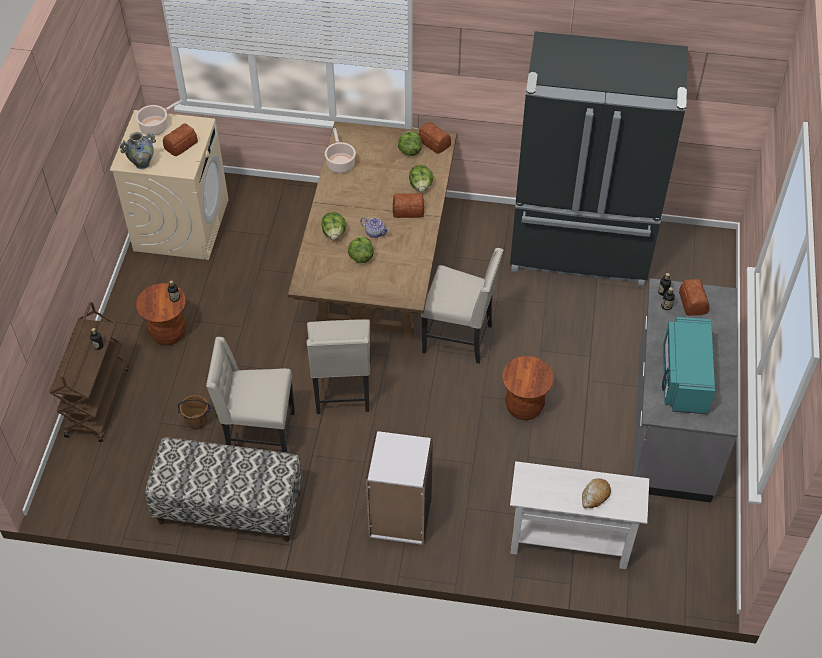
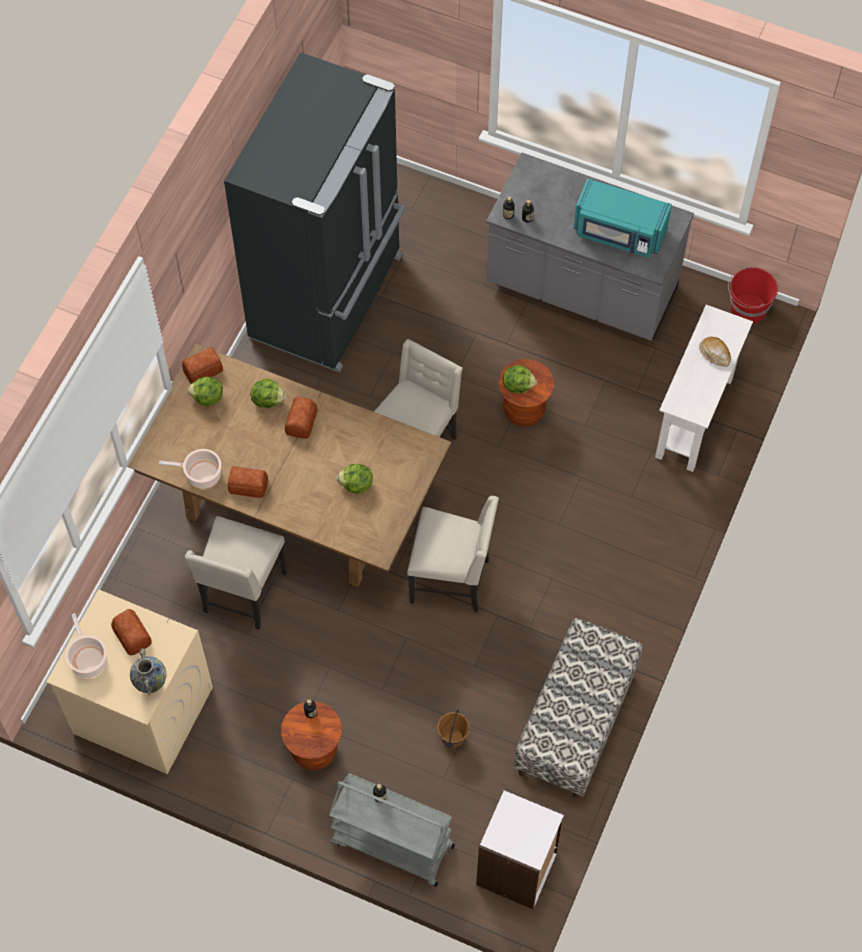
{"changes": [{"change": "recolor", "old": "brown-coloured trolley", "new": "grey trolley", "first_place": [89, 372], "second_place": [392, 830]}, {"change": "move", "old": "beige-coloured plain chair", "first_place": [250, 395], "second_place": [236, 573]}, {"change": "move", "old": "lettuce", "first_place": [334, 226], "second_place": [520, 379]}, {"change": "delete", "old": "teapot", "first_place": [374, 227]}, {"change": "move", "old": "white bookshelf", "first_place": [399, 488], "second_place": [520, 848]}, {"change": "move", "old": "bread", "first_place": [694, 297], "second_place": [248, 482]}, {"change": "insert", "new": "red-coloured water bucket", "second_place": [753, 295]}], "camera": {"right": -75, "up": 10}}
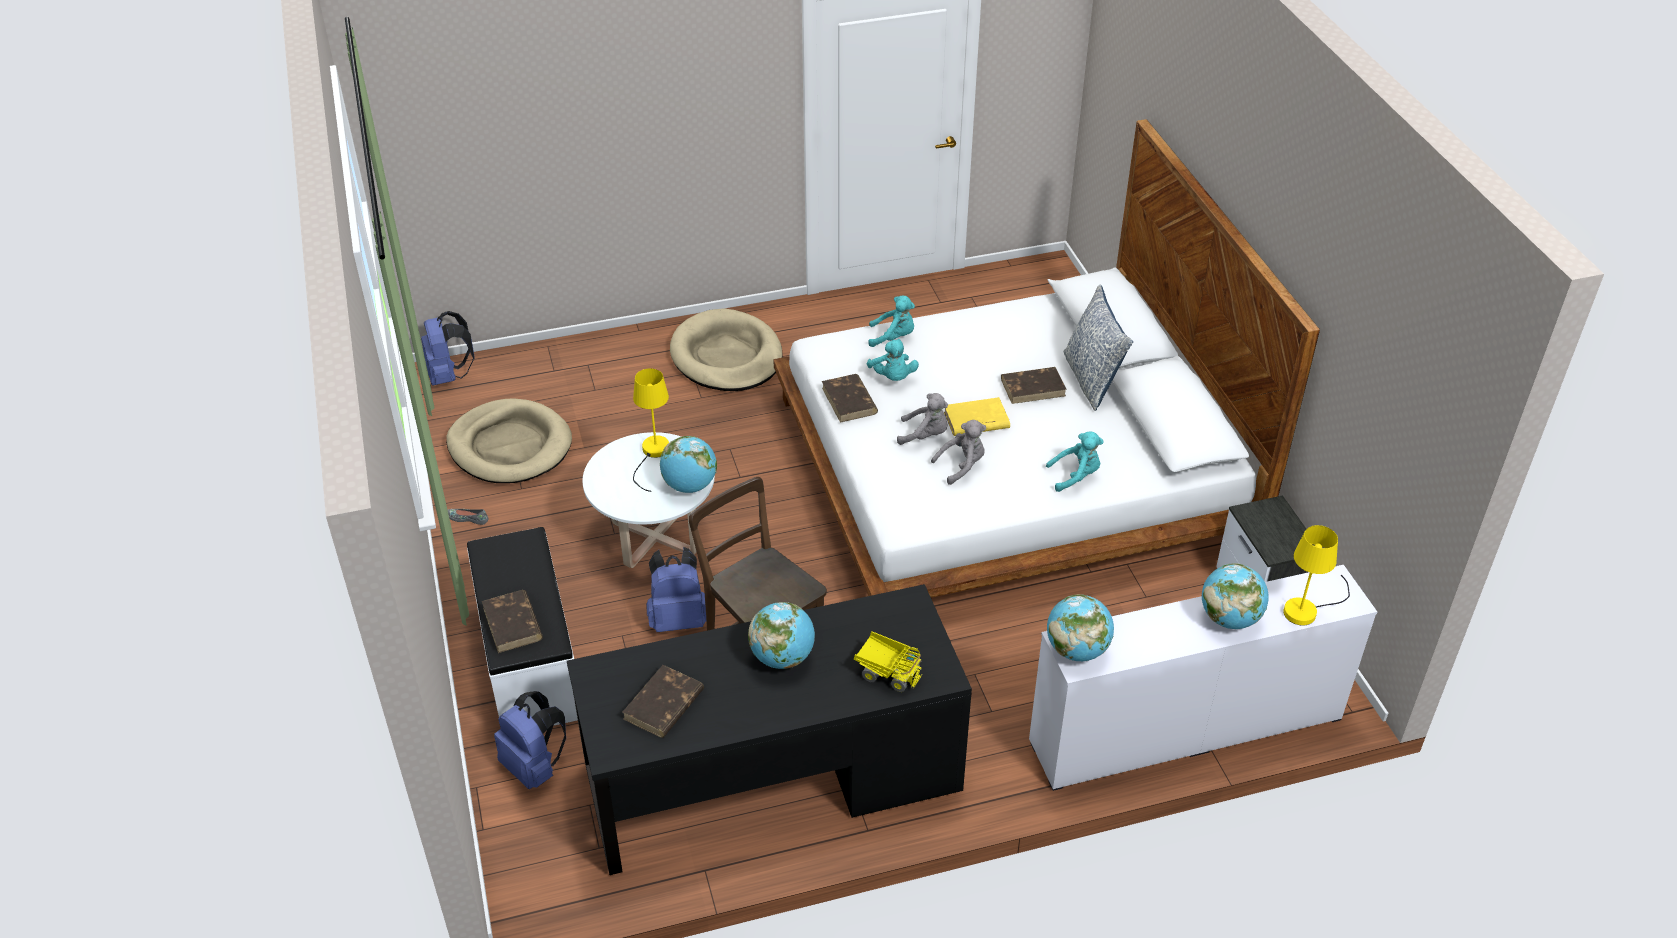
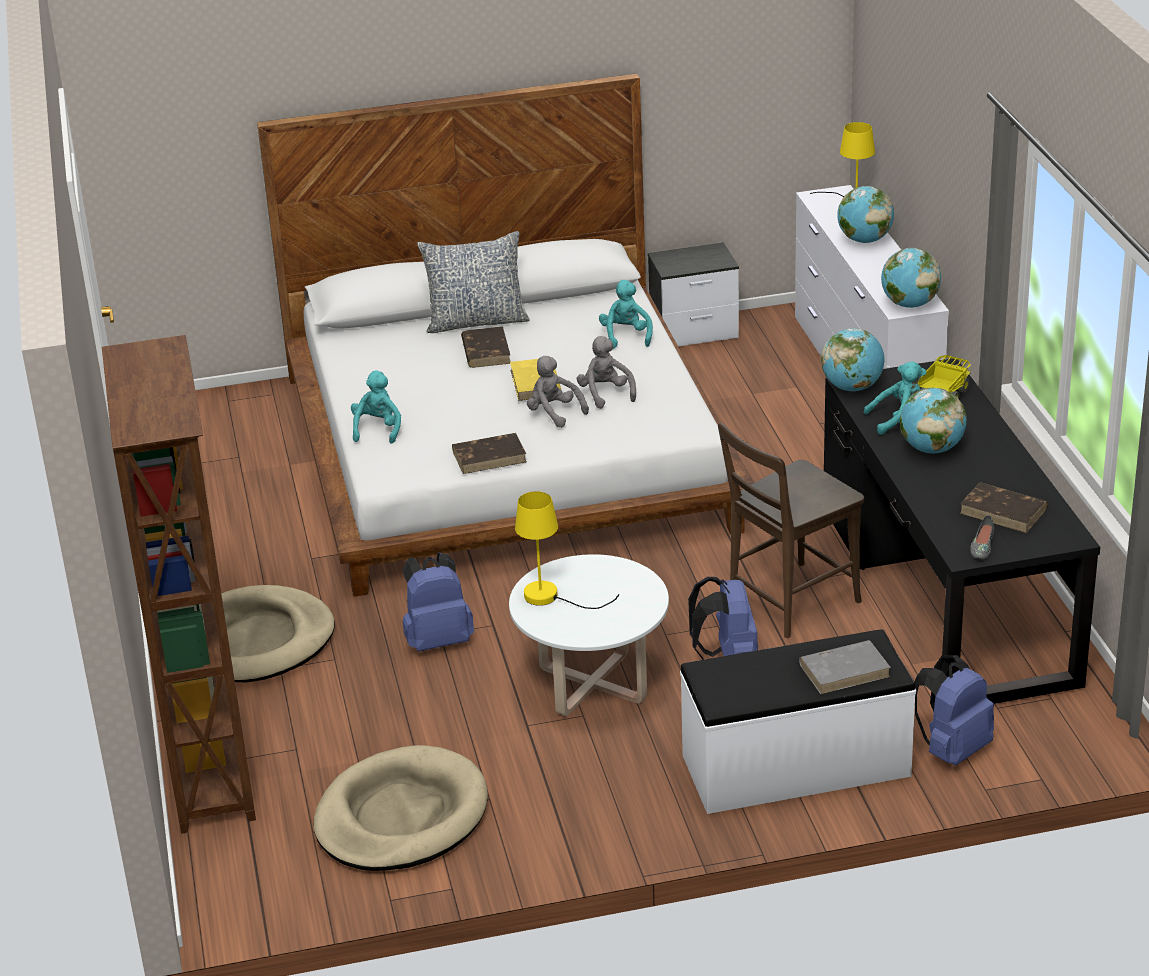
{"changes": [{"change": "move", "old": "blue-coloured backpack", "first_place": [448, 348], "second_place": [438, 601]}, {"change": "move", "old": "grey low shoe", "first_place": [468, 517], "second_place": [982, 537]}, {"change": "recolor", "old": "brown-coloured bound book", "new": "grey bound book", "first_place": [512, 621], "second_place": [845, 667]}, {"change": "move", "old": "world globe", "first_place": [688, 464], "second_place": [853, 359]}, {"change": "move", "old": "turquoise-coloured plush toy", "first_place": [893, 360], "second_place": [895, 398]}, {"change": "rotate", "old": "grey plush toy", "first_place": [922, 419], "second_place": [558, 392], "degrees": -60}, {"change": "insert", "new": "brown-coloured bookshelf", "second_place": [179, 584]}], "camera": {"right": -85, "up": -10}}
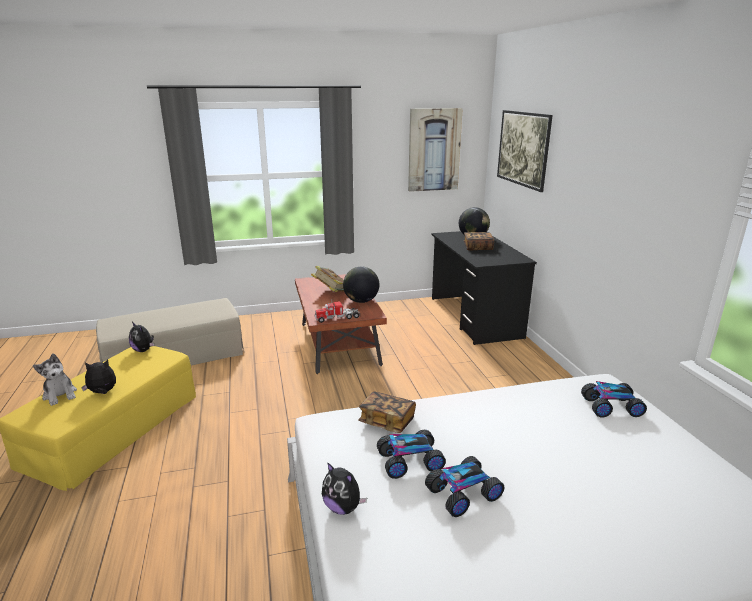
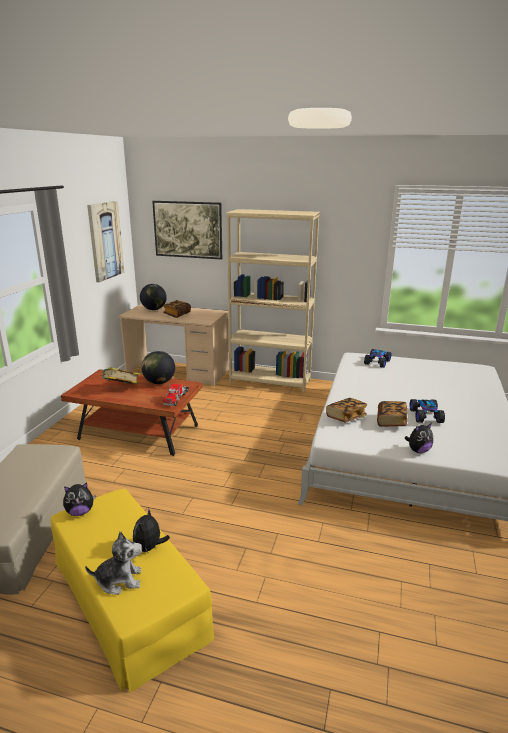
{"changes": [{"change": "replace", "old": "miniature car", "new": "bound book", "first_place": [411, 454], "second_place": [392, 414]}, {"change": "recolor", "old": "black-coloured desk", "new": "beige-coloured desk", "first_place": [484, 288], "second_place": [173, 345]}, {"change": "insert", "new": "beige-coloured bookshelf", "second_place": [273, 301]}], "camera": {"right": -60, "up": 0}}
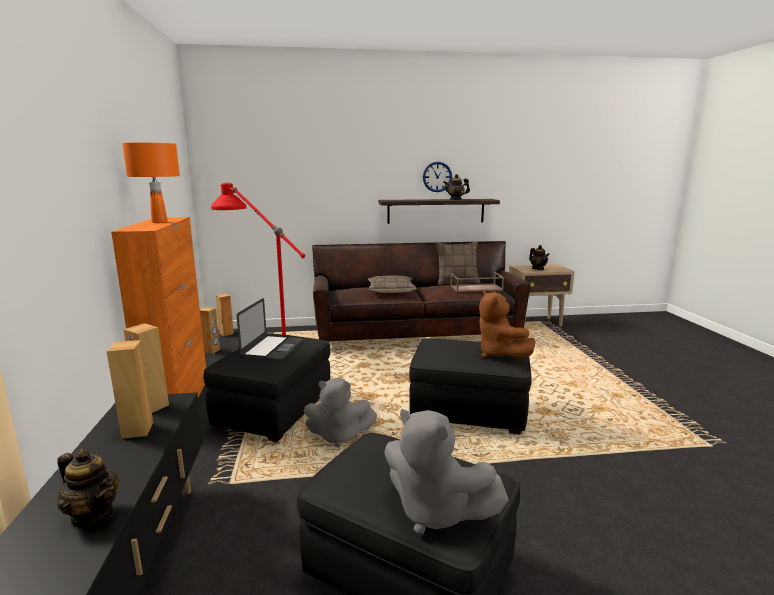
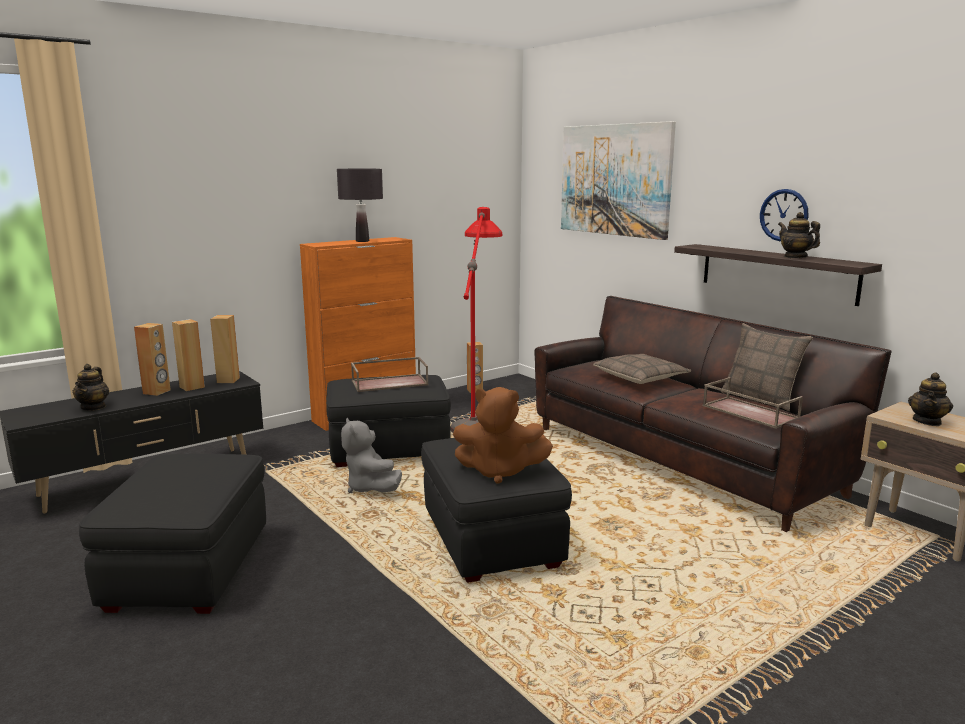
{"changes": [{"change": "recolor", "old": "orange table lamp", "new": "black-coloured table lamp", "first_place": [151, 182], "second_place": [360, 205]}, {"change": "move", "old": "brown-coloured speaker", "first_place": [225, 315], "second_place": [152, 359]}, {"change": "replace", "old": "laptop", "new": "brown-coloured serving tray", "first_place": [270, 329], "second_place": [390, 374]}, {"change": "delete", "old": "grey plush toy", "first_place": [446, 471]}, {"change": "rotate", "old": "brown-coloured plush toy", "first_place": [507, 324], "second_place": [503, 435], "degrees": -120}, {"change": "insert", "new": "picture", "second_place": [618, 180]}], "camera": {"right": 60, "up": 0}}
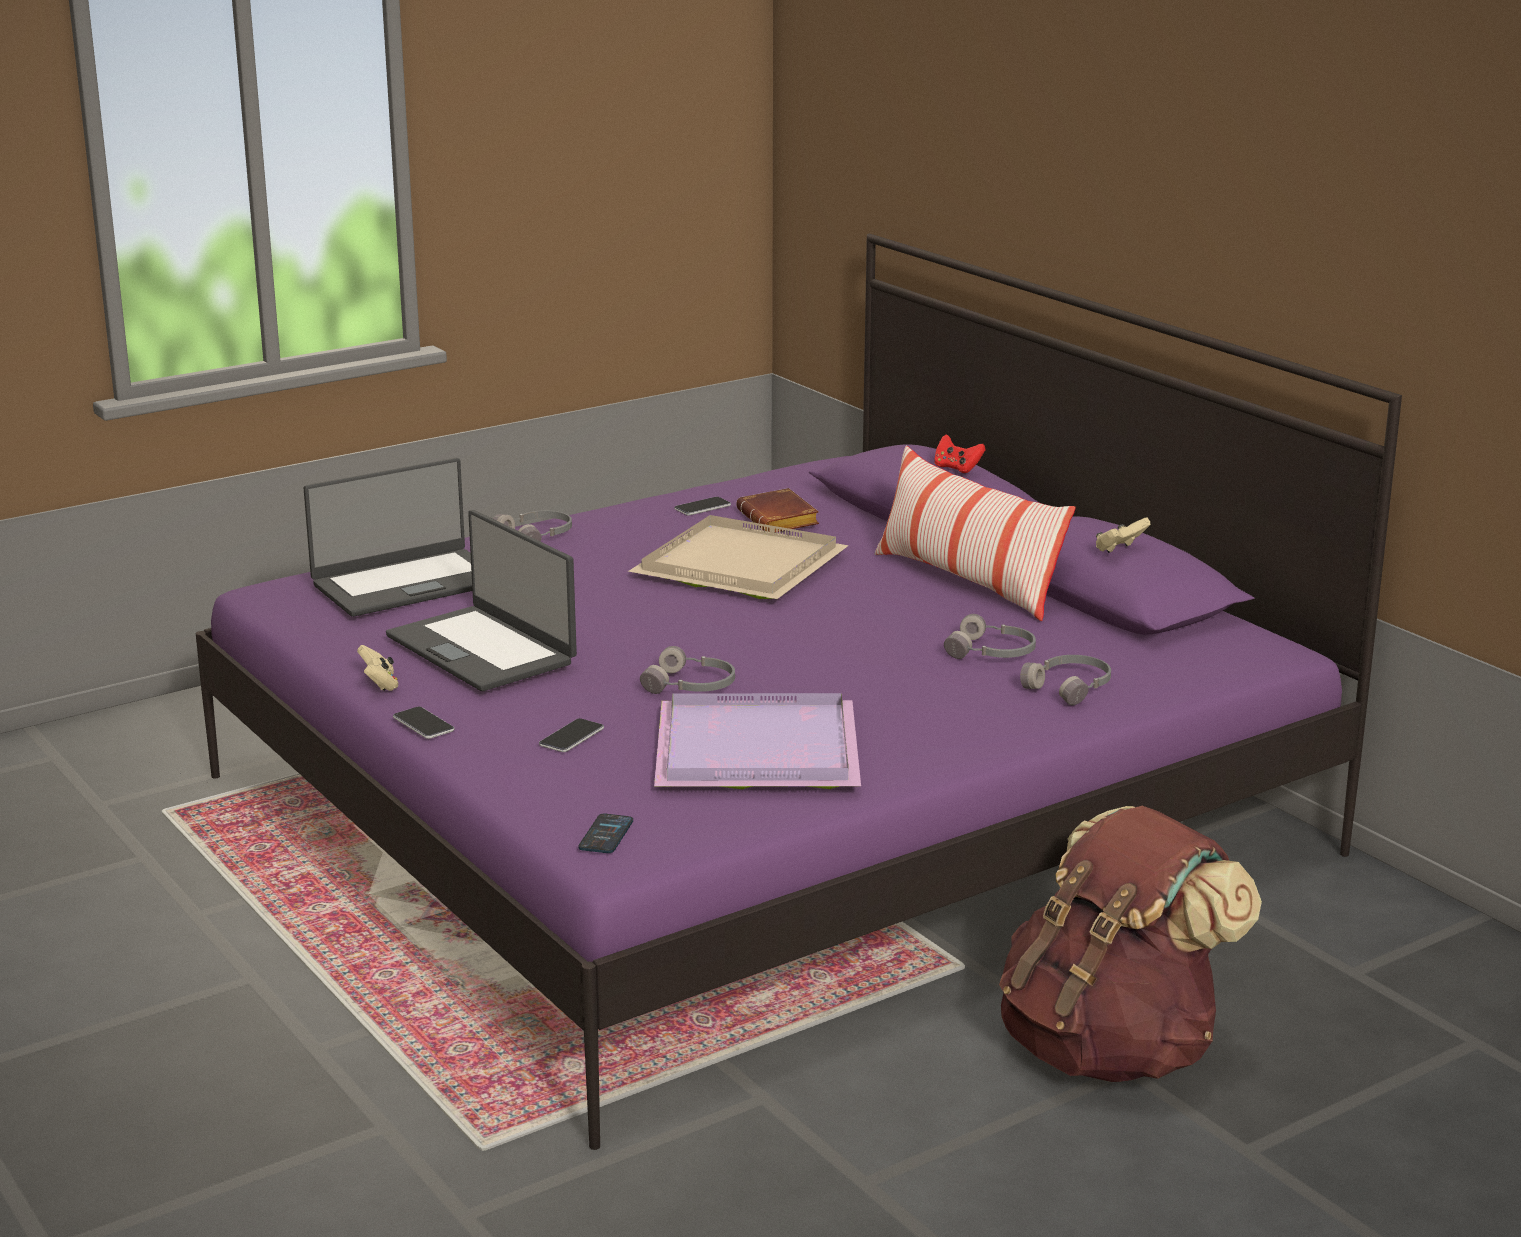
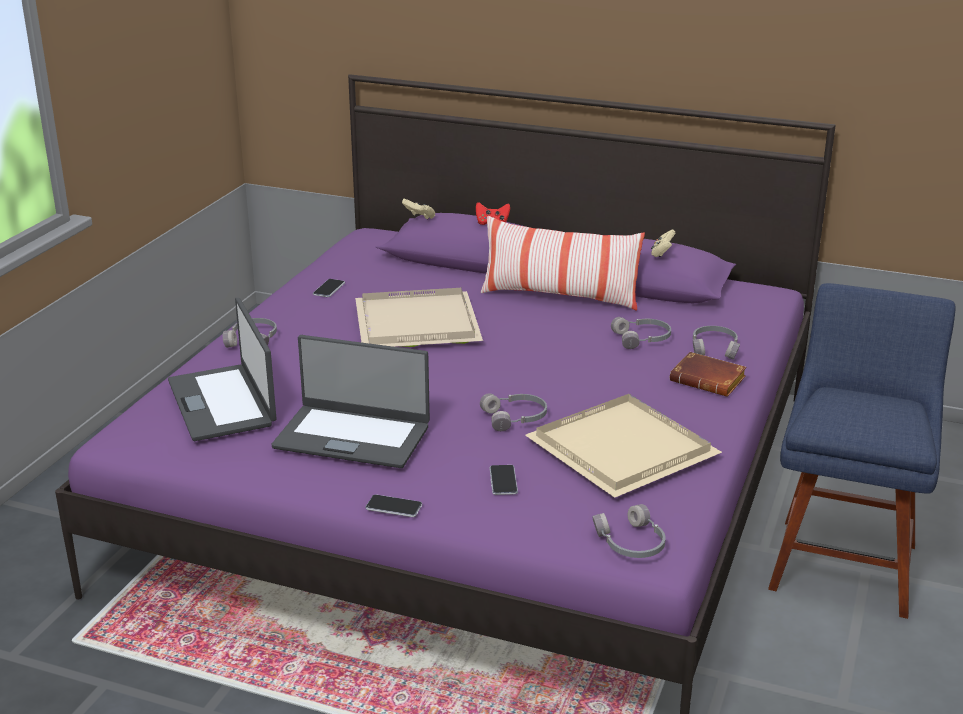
{"changes": [{"change": "rotate", "old": "laptop", "first_place": [388, 537], "second_place": [222, 369], "degrees": 135}, {"change": "move", "old": "beige-coloured gamepad", "first_place": [377, 668], "second_place": [418, 208]}, {"change": "replace", "old": "phone", "new": "grey headset", "first_place": [605, 833], "second_place": [629, 531]}, {"change": "recolor", "old": "purple-coloured serving tray", "new": "beige-coloured serving tray", "first_place": [757, 741], "second_place": [623, 446]}, {"change": "move", "old": "brown-coloured bound book", "first_place": [777, 510], "second_place": [708, 374]}, {"change": "replace", "old": "brown-coloured backpack", "new": "blue-coloured plain chair", "first_place": [1130, 944], "second_place": [861, 451]}], "camera": {"right": -35, "up": 5}}
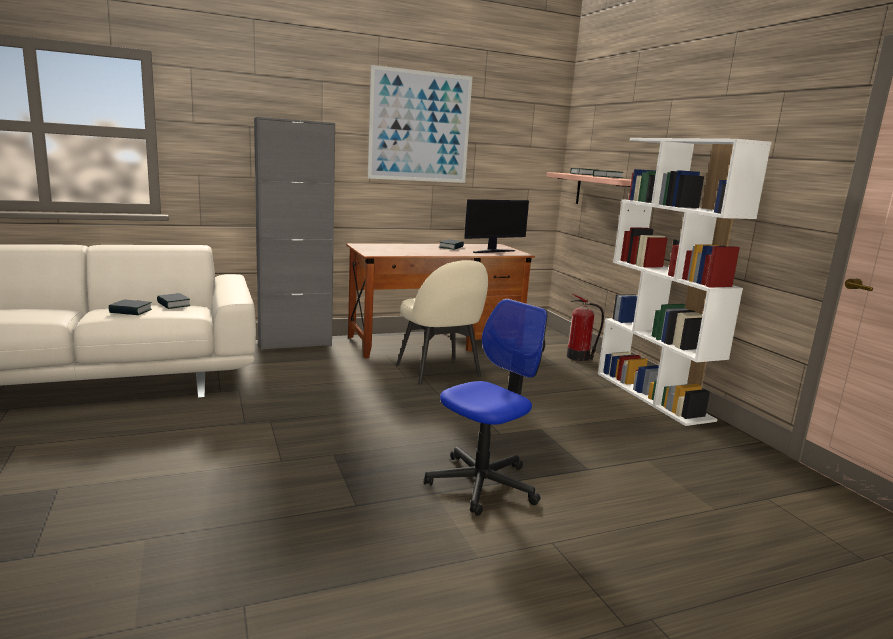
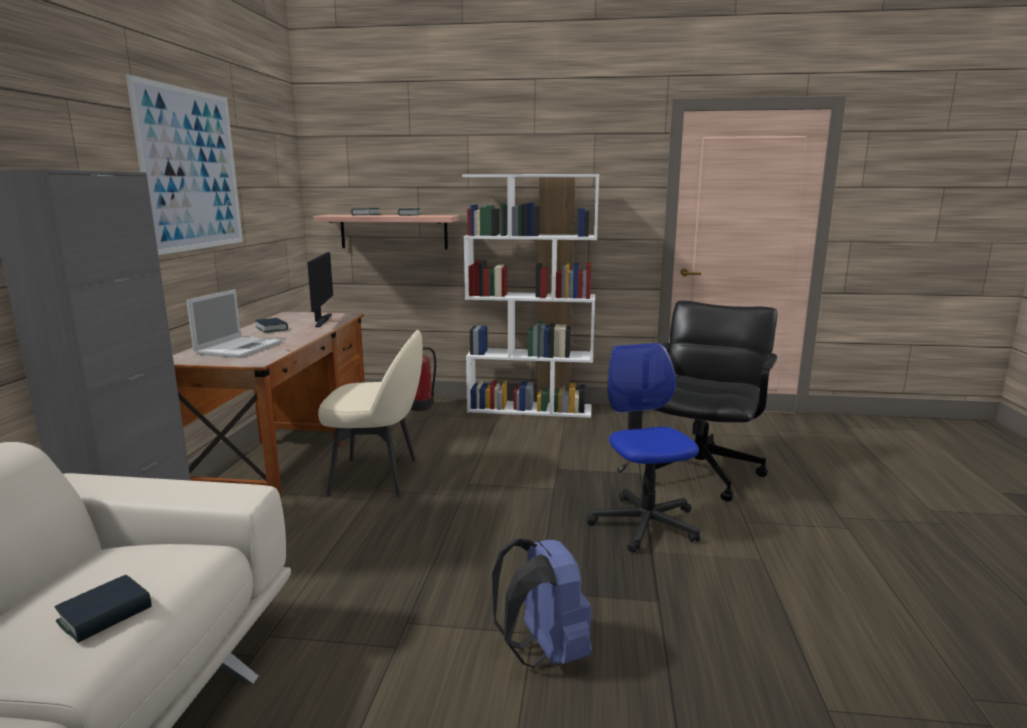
{"changes": [{"change": "delete", "old": "bound book", "first_place": [174, 301]}, {"change": "insert", "new": "laptop", "second_place": [234, 323]}, {"change": "insert", "new": "blue-coloured backpack", "second_place": [541, 603]}, {"change": "insert", "new": "black-coloured desk chair", "second_place": [710, 401]}], "camera": {"right": -60, "up": 0}}
